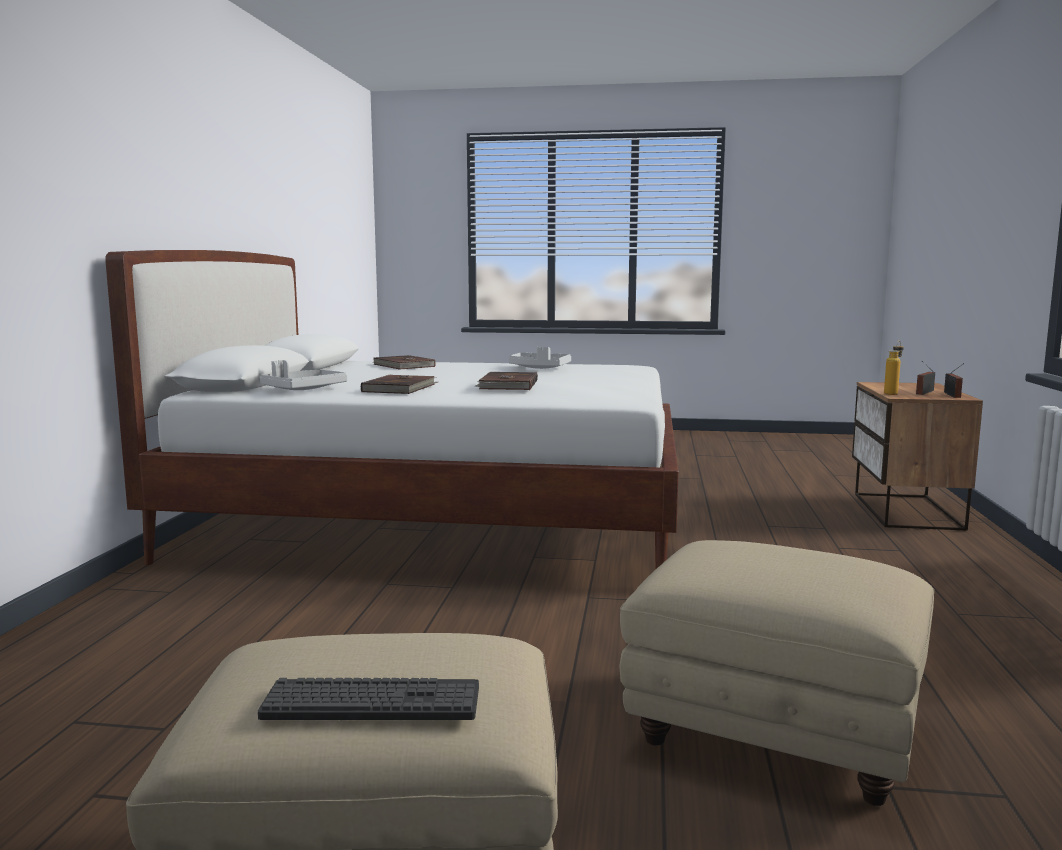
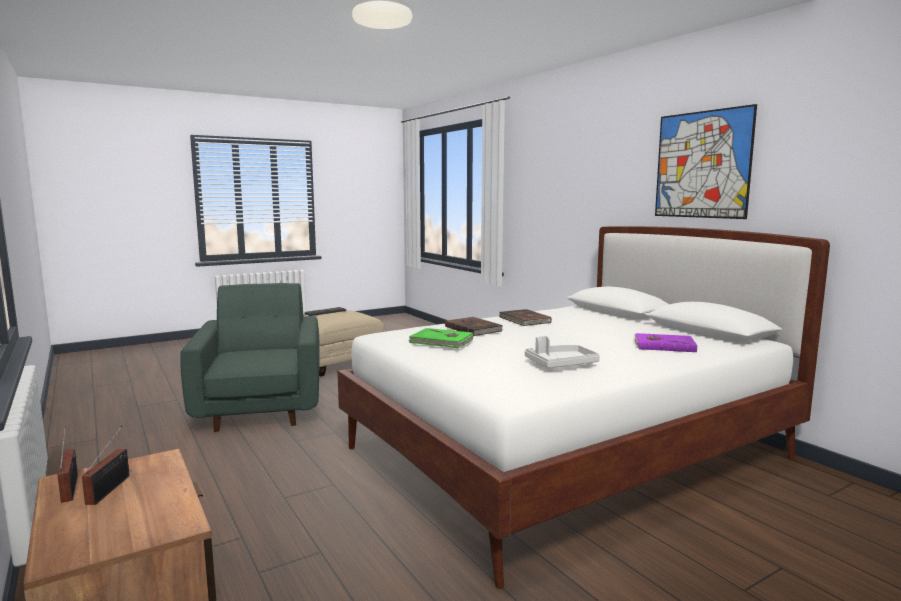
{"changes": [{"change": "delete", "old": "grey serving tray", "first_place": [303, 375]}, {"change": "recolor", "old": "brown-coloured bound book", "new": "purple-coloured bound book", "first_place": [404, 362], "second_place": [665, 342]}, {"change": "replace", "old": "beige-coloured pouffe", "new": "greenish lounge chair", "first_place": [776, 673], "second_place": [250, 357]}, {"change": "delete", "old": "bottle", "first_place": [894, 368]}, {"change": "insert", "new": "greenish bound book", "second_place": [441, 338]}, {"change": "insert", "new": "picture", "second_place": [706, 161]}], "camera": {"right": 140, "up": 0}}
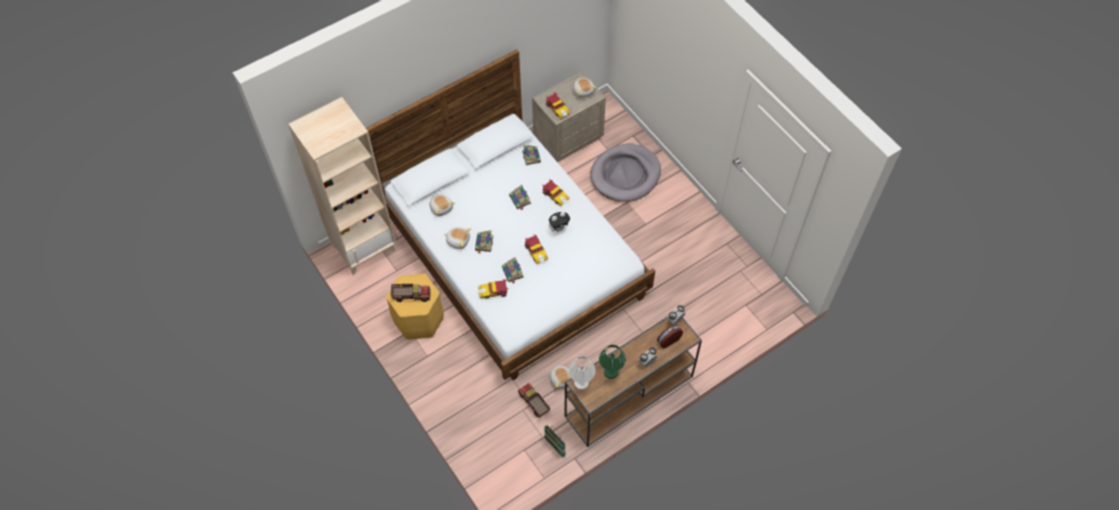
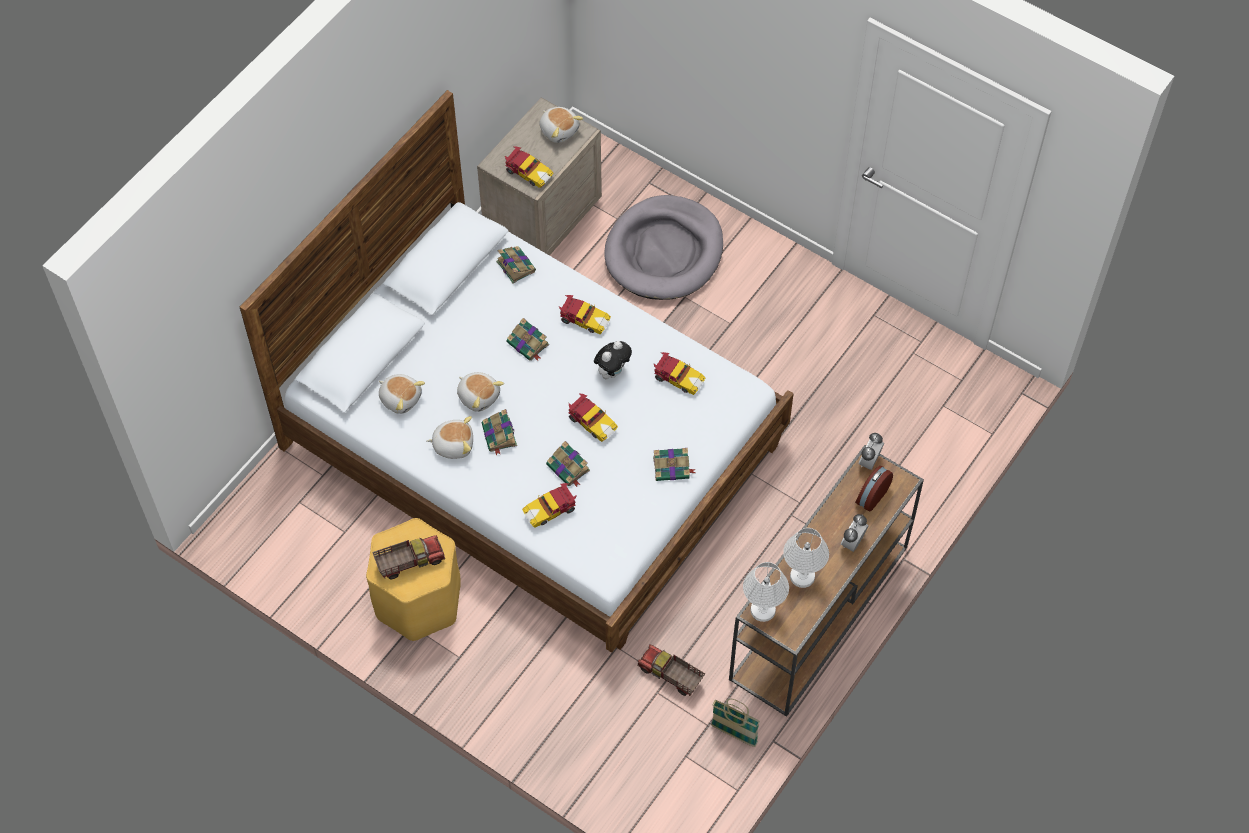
{"changes": [{"change": "delete", "old": "beige-coloured bookshelf", "first_place": [342, 186]}, {"change": "move", "old": "plush toy", "first_place": [560, 377], "second_place": [480, 392]}, {"change": "recolor", "old": "greenish table lamp", "new": "white table lamp", "first_place": [612, 362], "second_place": [806, 558]}, {"change": "insert", "new": "miniature car", "second_place": [679, 373]}, {"change": "insert", "new": "bound book", "second_place": [674, 464]}], "camera": {"right": -20, "up": 0}}
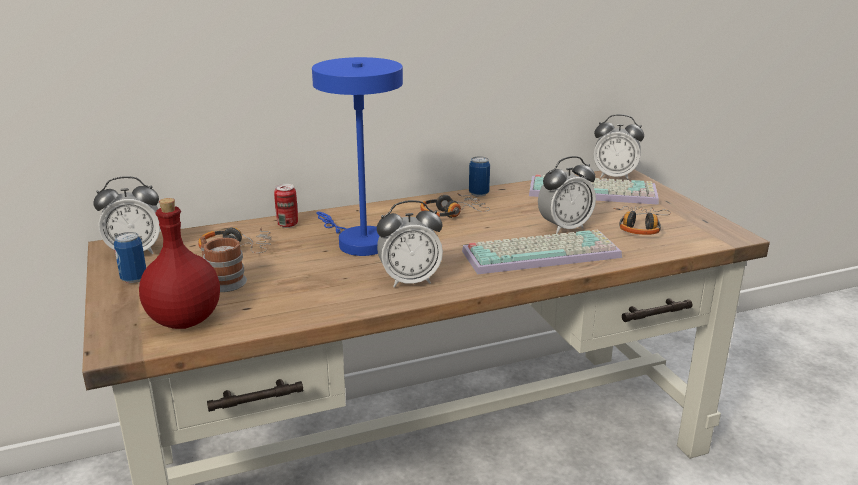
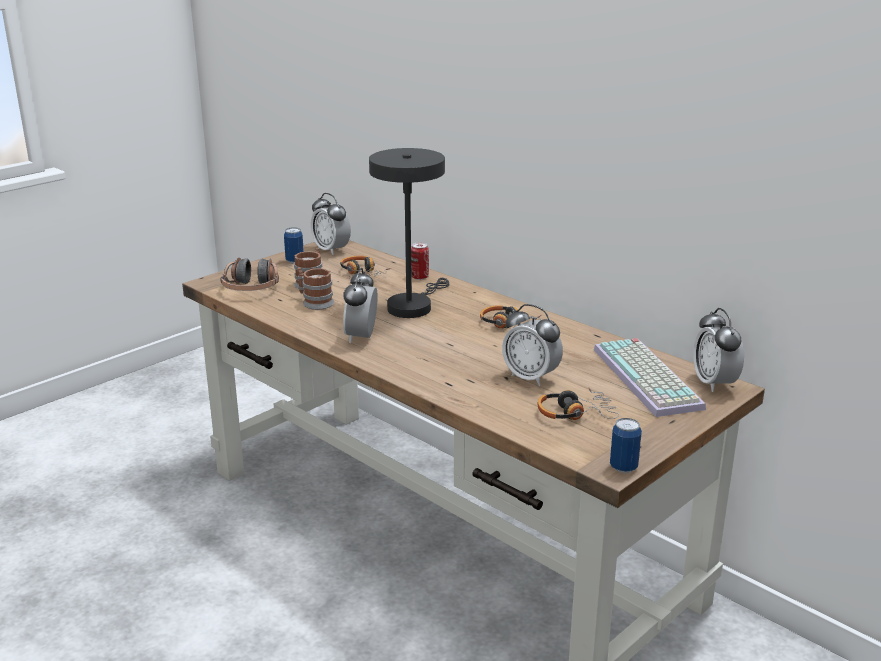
{"changes": [{"change": "replace", "old": "red-coloured bottle", "new": "headset", "first_place": [179, 263], "second_place": [249, 274]}, {"change": "recolor", "old": "blue-coloured table lamp", "new": "grey table lamp", "first_place": [357, 156], "second_place": [409, 233]}, {"change": "rotate", "old": "alarm clock", "first_place": [410, 244], "second_place": [360, 305], "degrees": 45}, {"change": "delete", "old": "keyboard", "first_place": [542, 252]}, {"change": "move", "old": "sealed can", "first_place": [479, 176], "second_place": [626, 445]}, {"change": "insert", "new": "mug", "second_place": [316, 289]}], "camera": {"right": 65, "up": 0}}
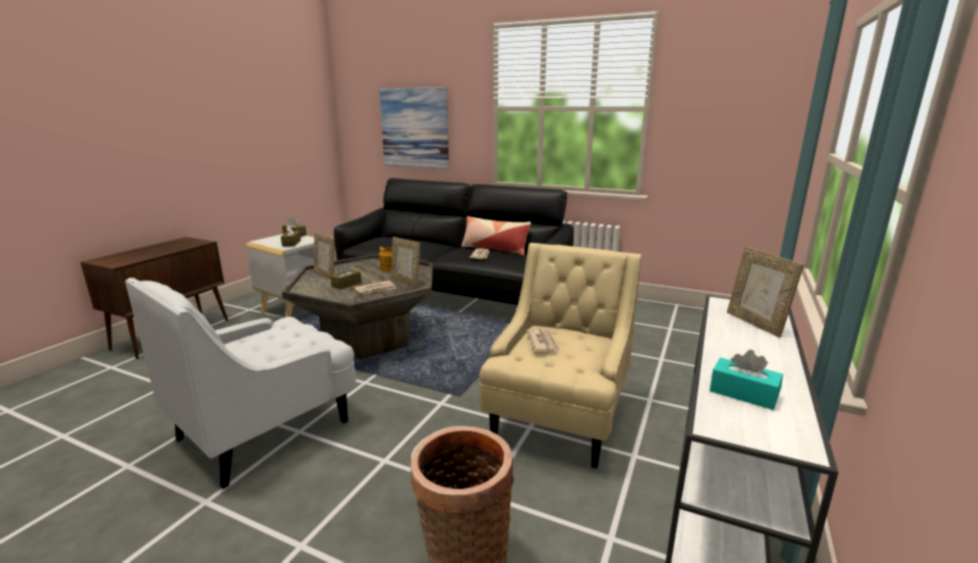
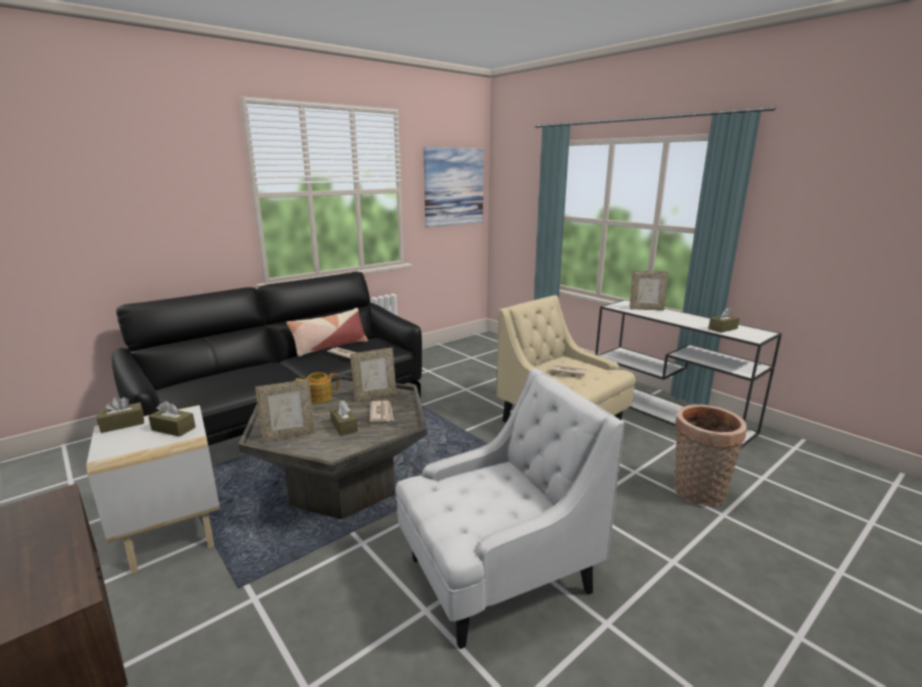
{"changes": [{"change": "rotate", "old": "white lounge chair", "first_place": [240, 383], "second_place": [510, 508], "degrees": -90}, {"change": "move", "old": "picture", "first_place": [414, 128], "second_place": [453, 187]}, {"change": "recolor", "old": "turquoise-coloured box of tissues", "new": "brown-coloured box of tissues", "first_place": [746, 380], "second_place": [724, 320]}], "camera": {"right": -65, "up": 0}}
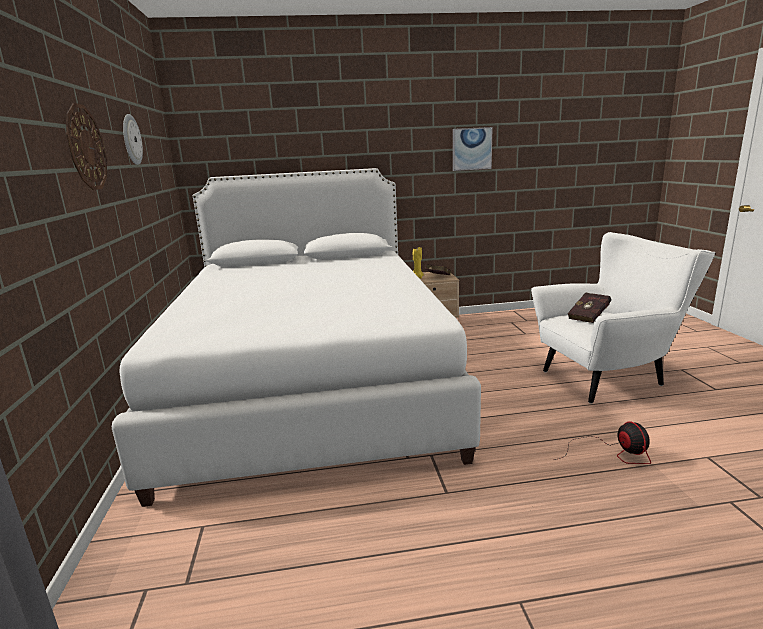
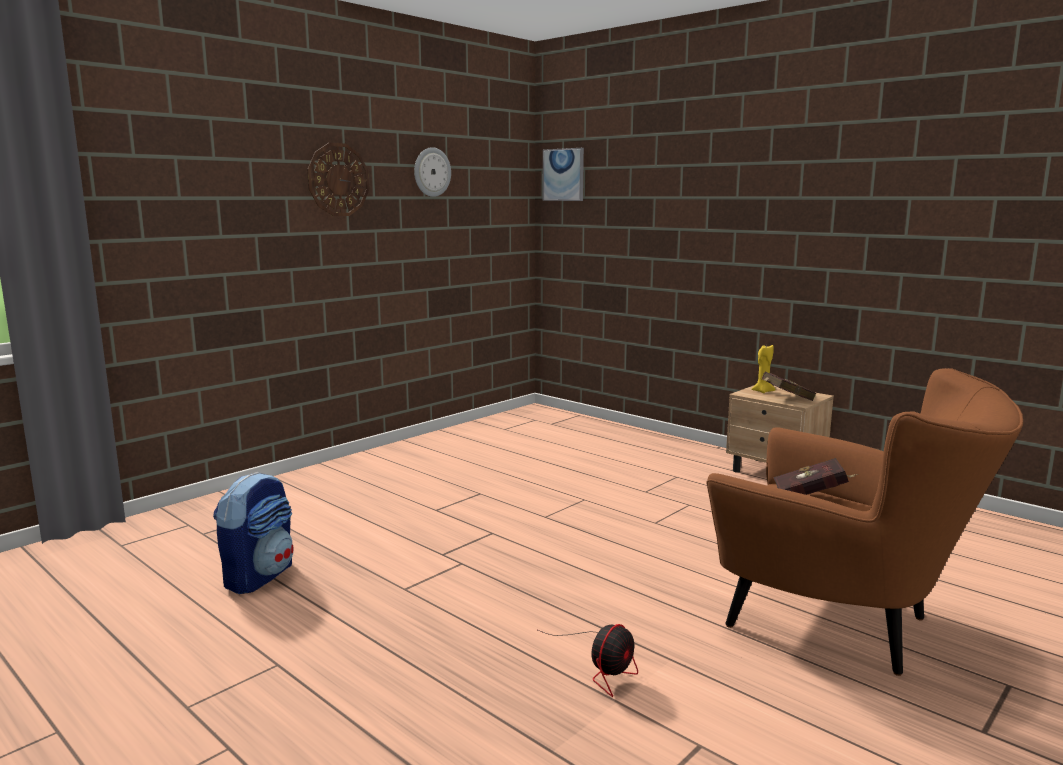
{"changes": [{"change": "delete", "old": "white bed", "first_place": [296, 337]}, {"change": "move", "old": "picture", "first_place": [473, 149], "second_place": [563, 174]}, {"change": "recolor", "old": "white lounge chair", "new": "brown-coloured lounge chair", "first_place": [623, 318], "second_place": [864, 522]}, {"change": "insert", "new": "backpack", "second_place": [253, 533]}], "camera": {"right": 50, "up": -5}}
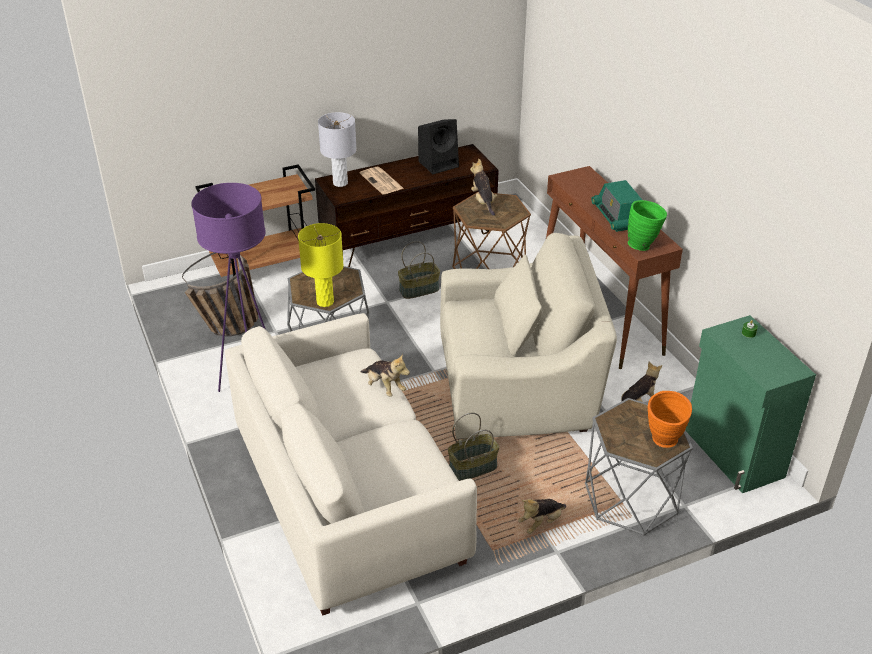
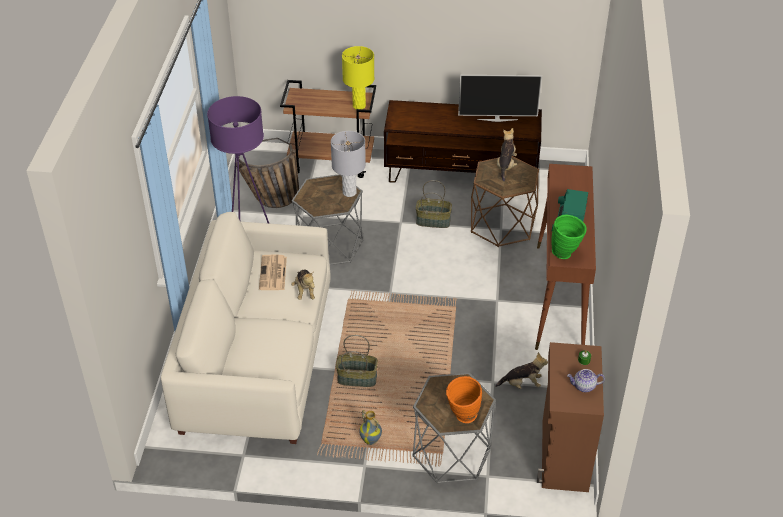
{"changes": [{"change": "move", "old": "yellow table lamp", "first_place": [321, 265], "second_place": [358, 78]}, {"change": "move", "old": "grey table lamp", "first_place": [337, 149], "second_place": [348, 164]}, {"change": "move", "old": "daily paper", "first_place": [381, 180], "second_place": [273, 272]}, {"change": "replace", "old": "black-coloured speaker", "new": "television", "first_place": [438, 146], "second_place": [500, 98]}, {"change": "delete", "old": "beige-coloured lounge chair", "first_place": [528, 336]}, {"change": "replace", "old": "plush toy", "new": "flower vase", "first_place": [542, 516], "second_place": [370, 427]}, {"change": "recolor", "old": "greenish cabinet", "new": "brown-coloured cabinet", "first_place": [750, 404], "second_place": [570, 417]}, {"change": "insert", "new": "teapot", "second_place": [586, 380]}], "camera": {"right": 30, "up": 5}}
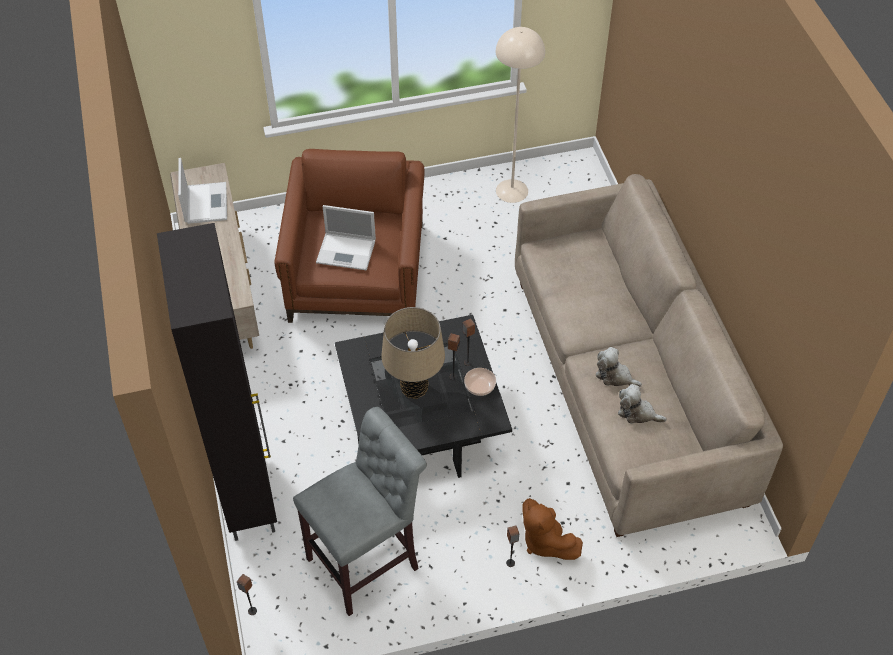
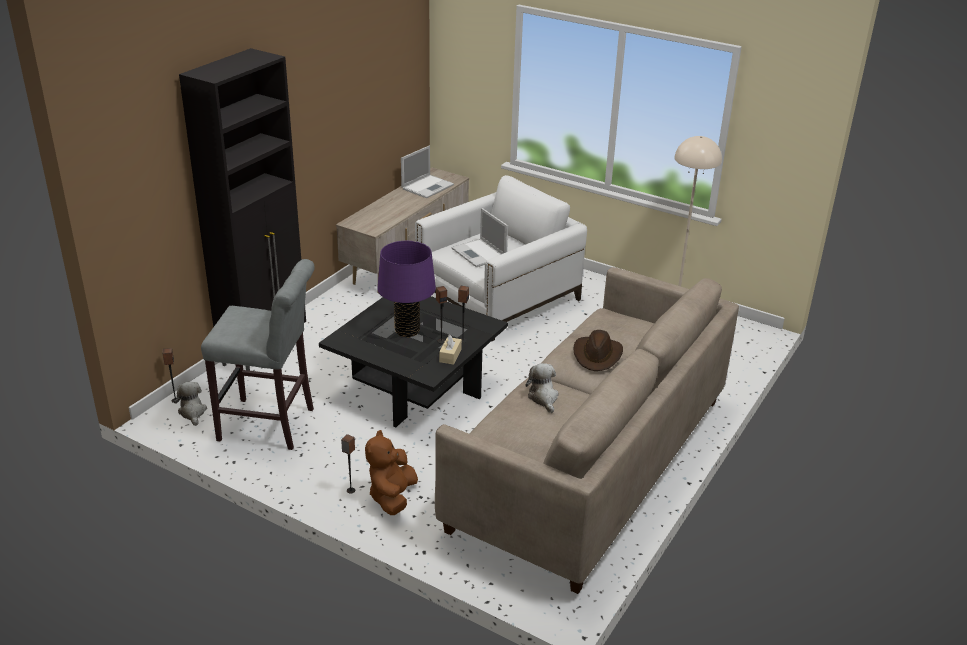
{"changes": [{"change": "recolor", "old": "brown-coloured lounge chair", "new": "white lounge chair", "first_place": [349, 236], "second_place": [501, 258]}, {"change": "recolor", "old": "beige-coloured table lamp", "new": "purple-coloured table lamp", "first_place": [413, 353], "second_place": [406, 289]}, {"change": "replace", "old": "deep dish", "new": "beige-coloured box of tissues", "first_place": [480, 382], "second_place": [450, 350]}, {"change": "move", "old": "plush toy", "first_place": [642, 404], "second_place": [190, 404]}, {"change": "insert", "new": "brown-coloured clothing hat", "second_place": [598, 350]}], "camera": {"right": 45, "up": -20}}
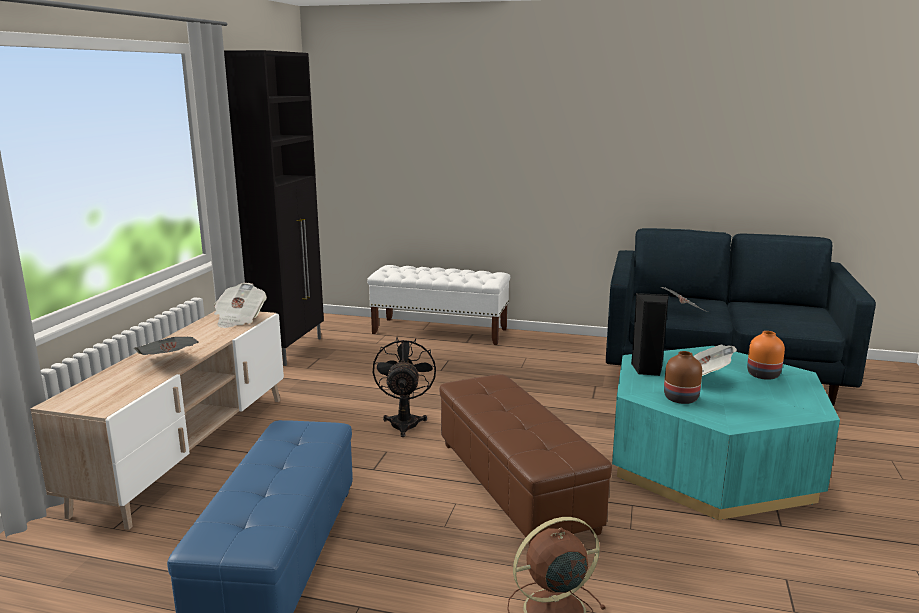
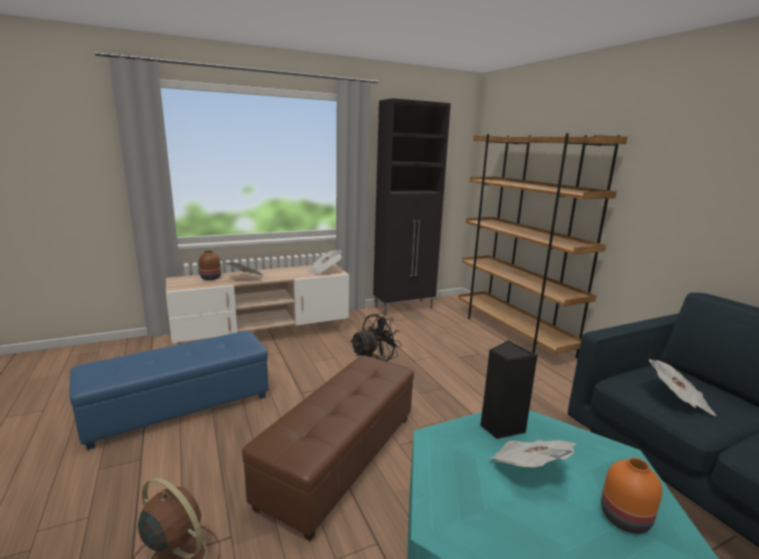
{"changes": [{"change": "replace", "old": "white bench", "new": "brown-coloured bookshelf", "first_place": [438, 305], "second_place": [543, 245]}, {"change": "move", "old": "brown-coloured flower vase", "first_place": [683, 377], "second_place": [210, 265]}], "camera": {"right": 50, "up": 0}}
